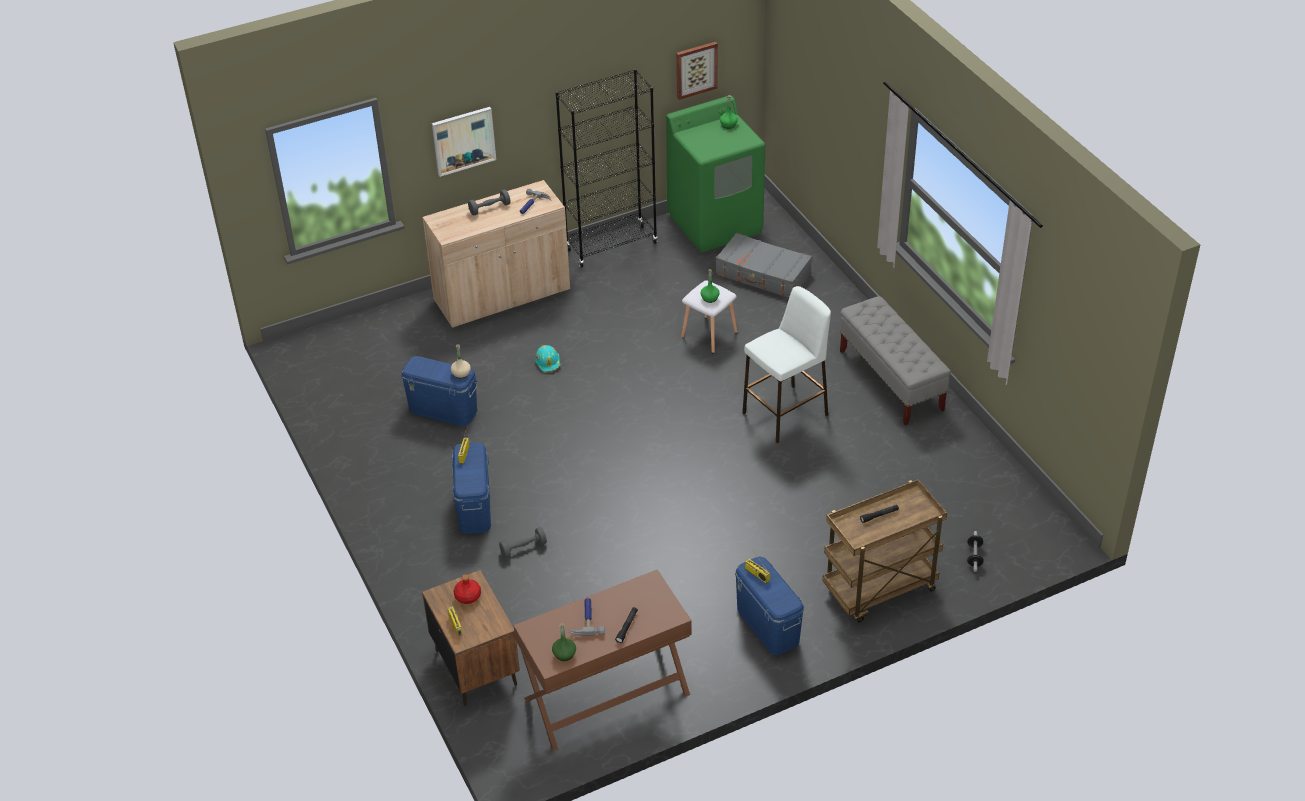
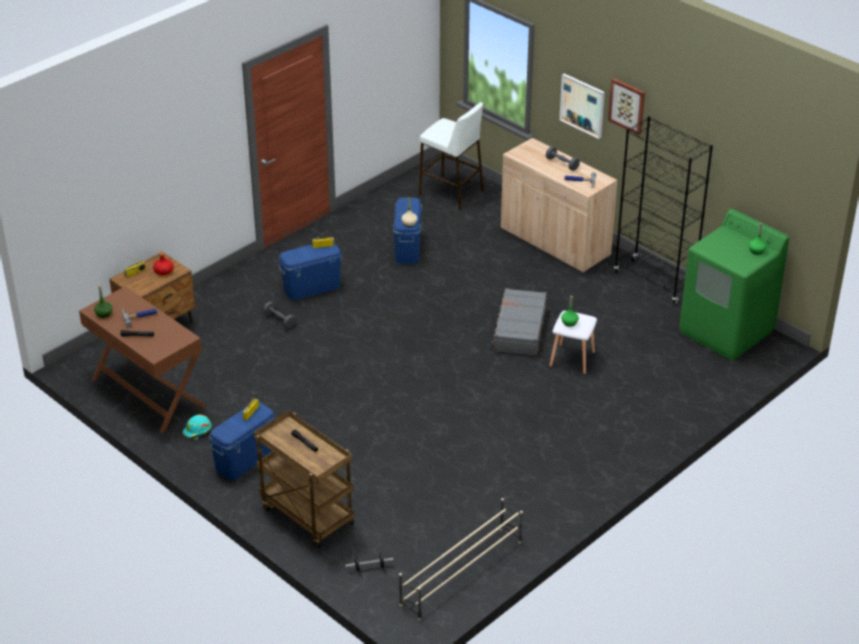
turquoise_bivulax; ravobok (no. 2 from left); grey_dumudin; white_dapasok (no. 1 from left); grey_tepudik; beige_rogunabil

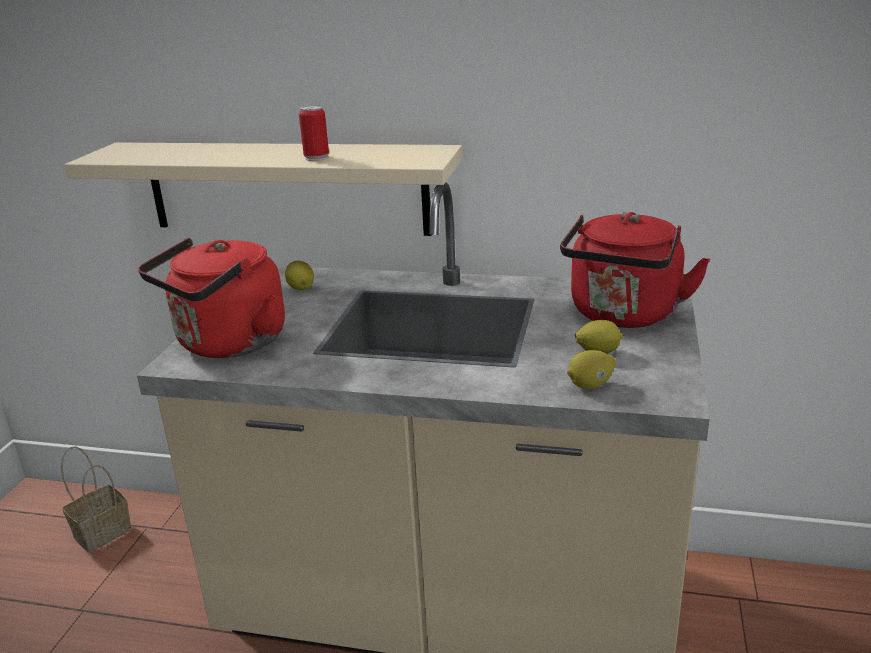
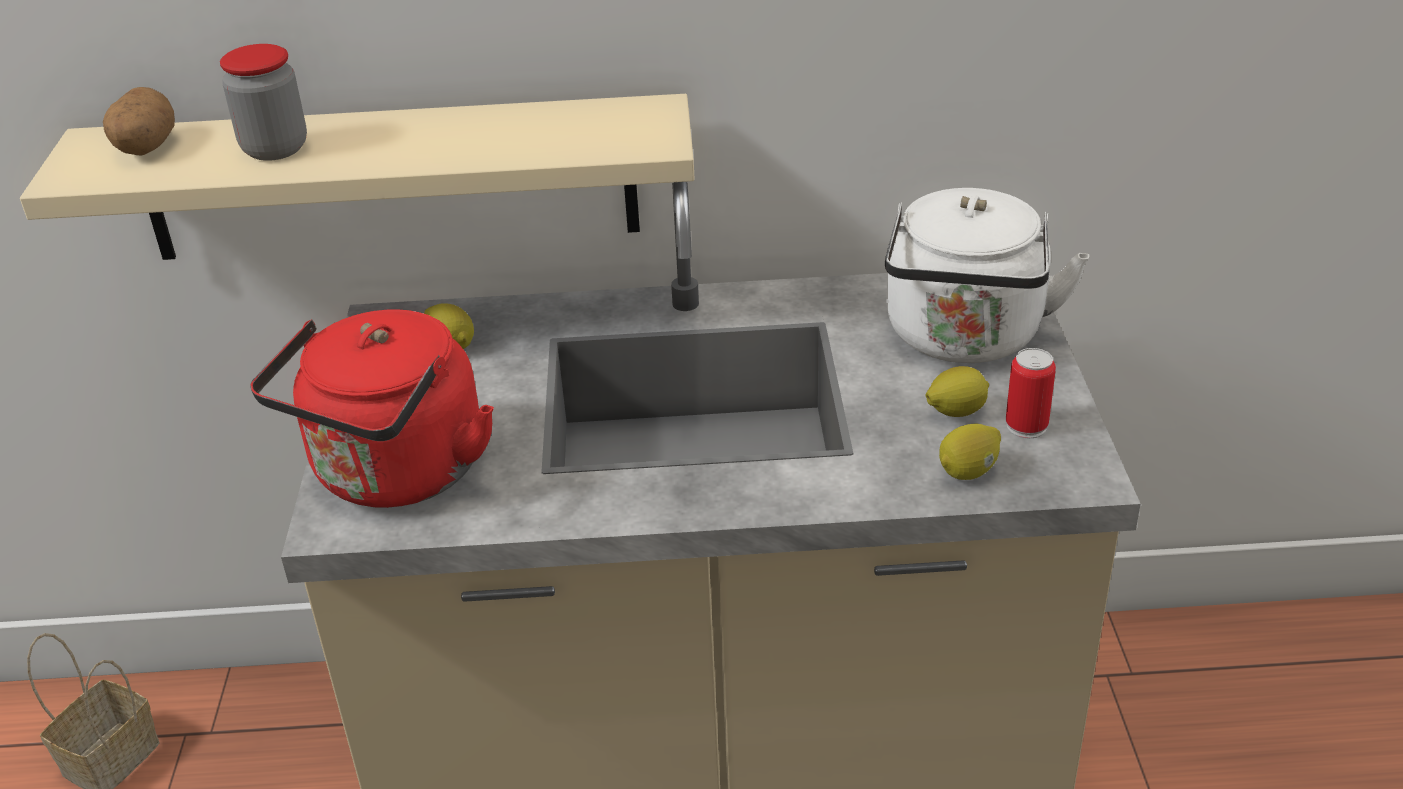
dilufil; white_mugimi; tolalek; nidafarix

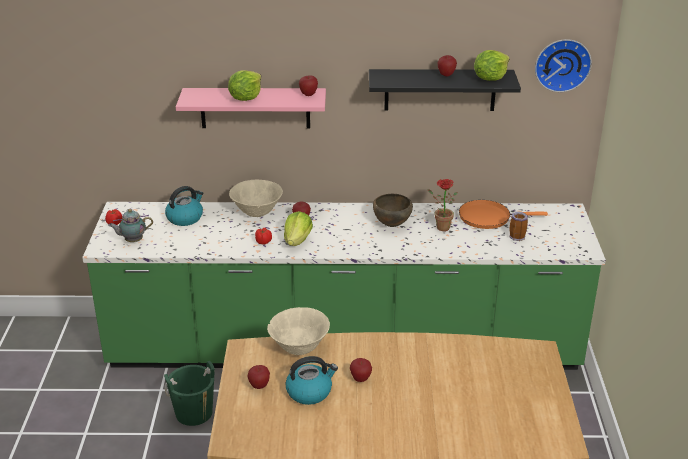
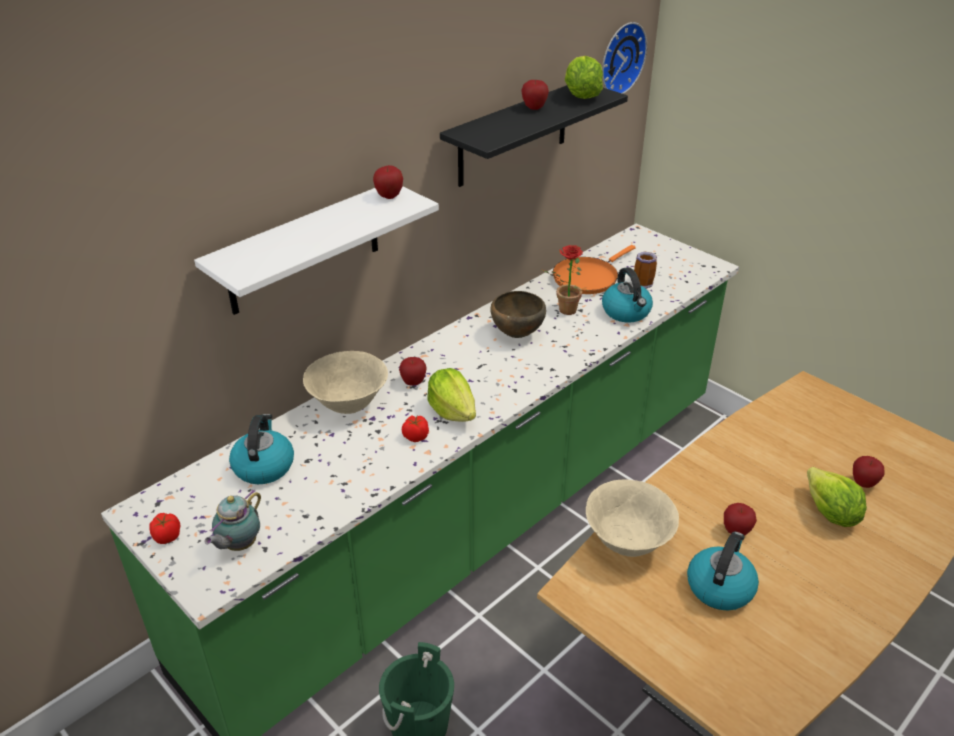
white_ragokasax; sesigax (no. 3 from left); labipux (no. 5 from left); mugimi (no. 2 from left)

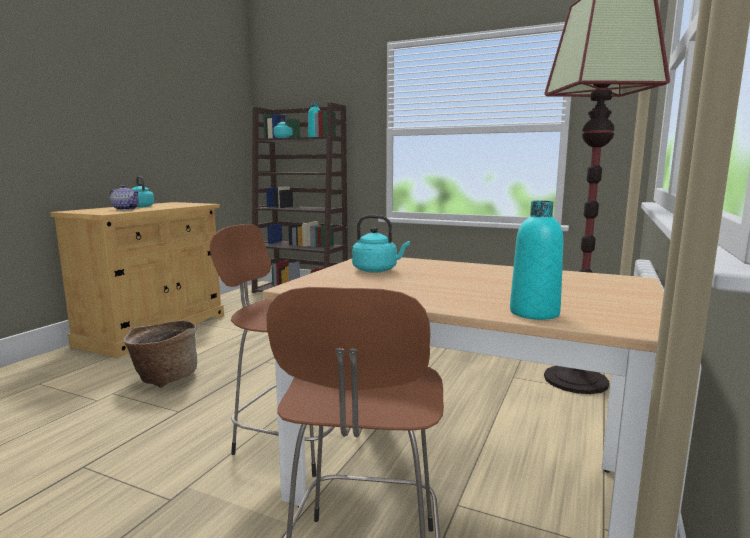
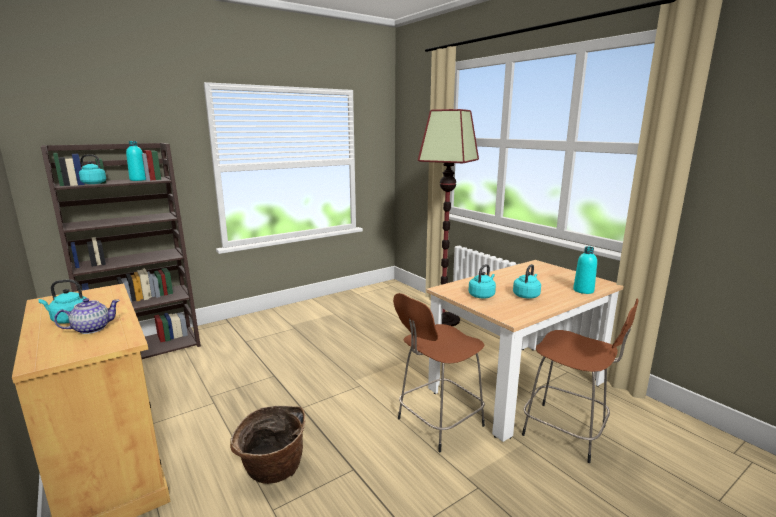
turquoise_mugimi (no. 4 from left)

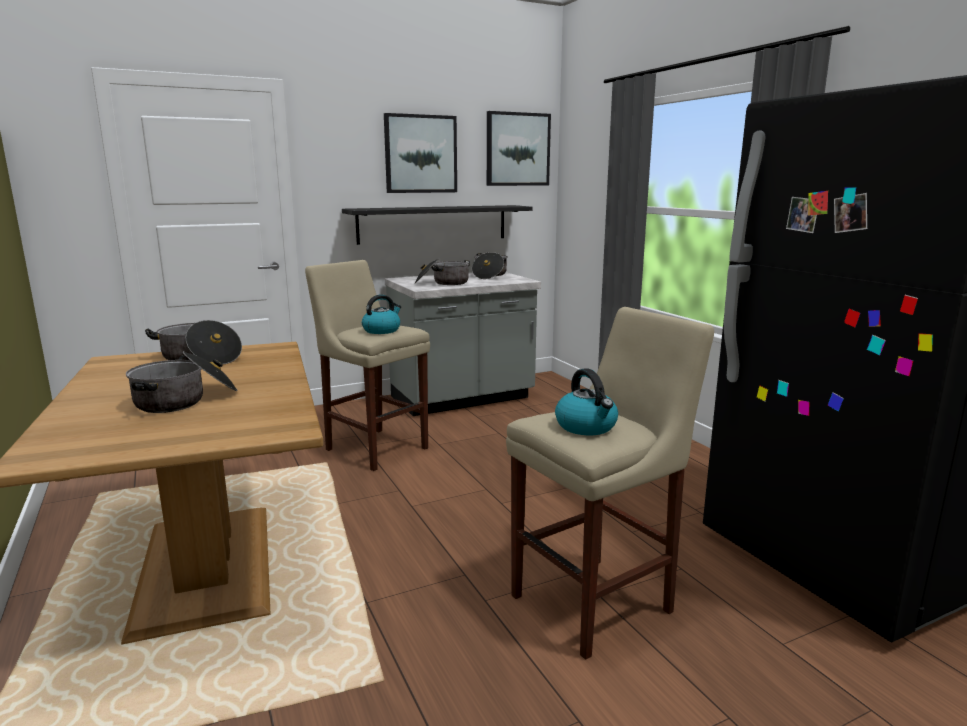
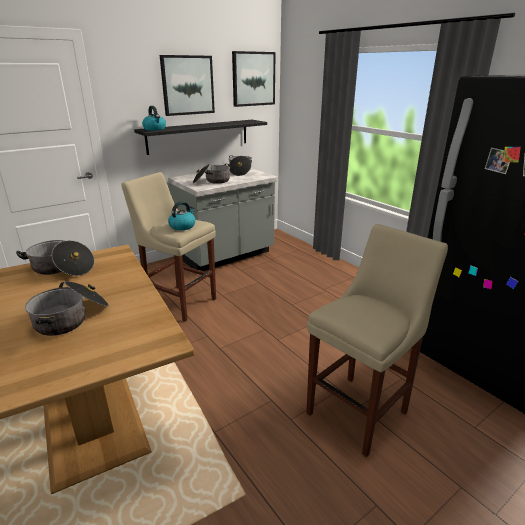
mugimi (no. 1 from left)

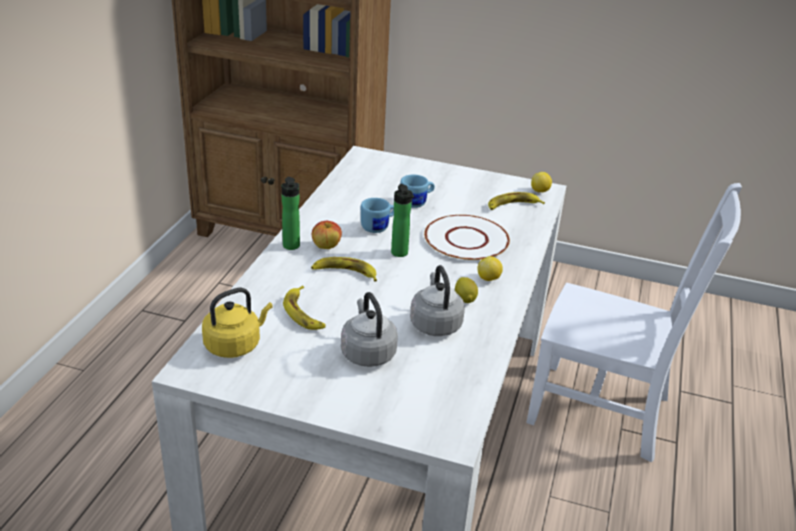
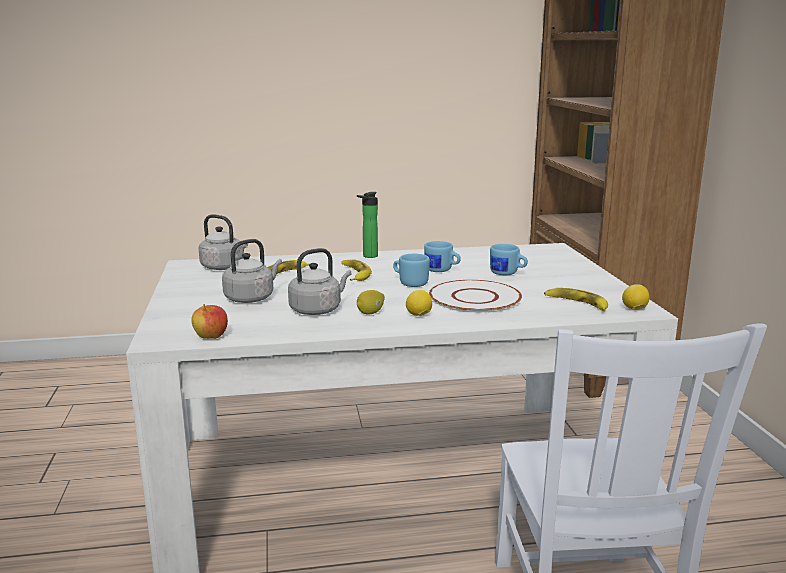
grey_mugimi (no. 1 from left); labipux; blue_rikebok (no. 1 from left)

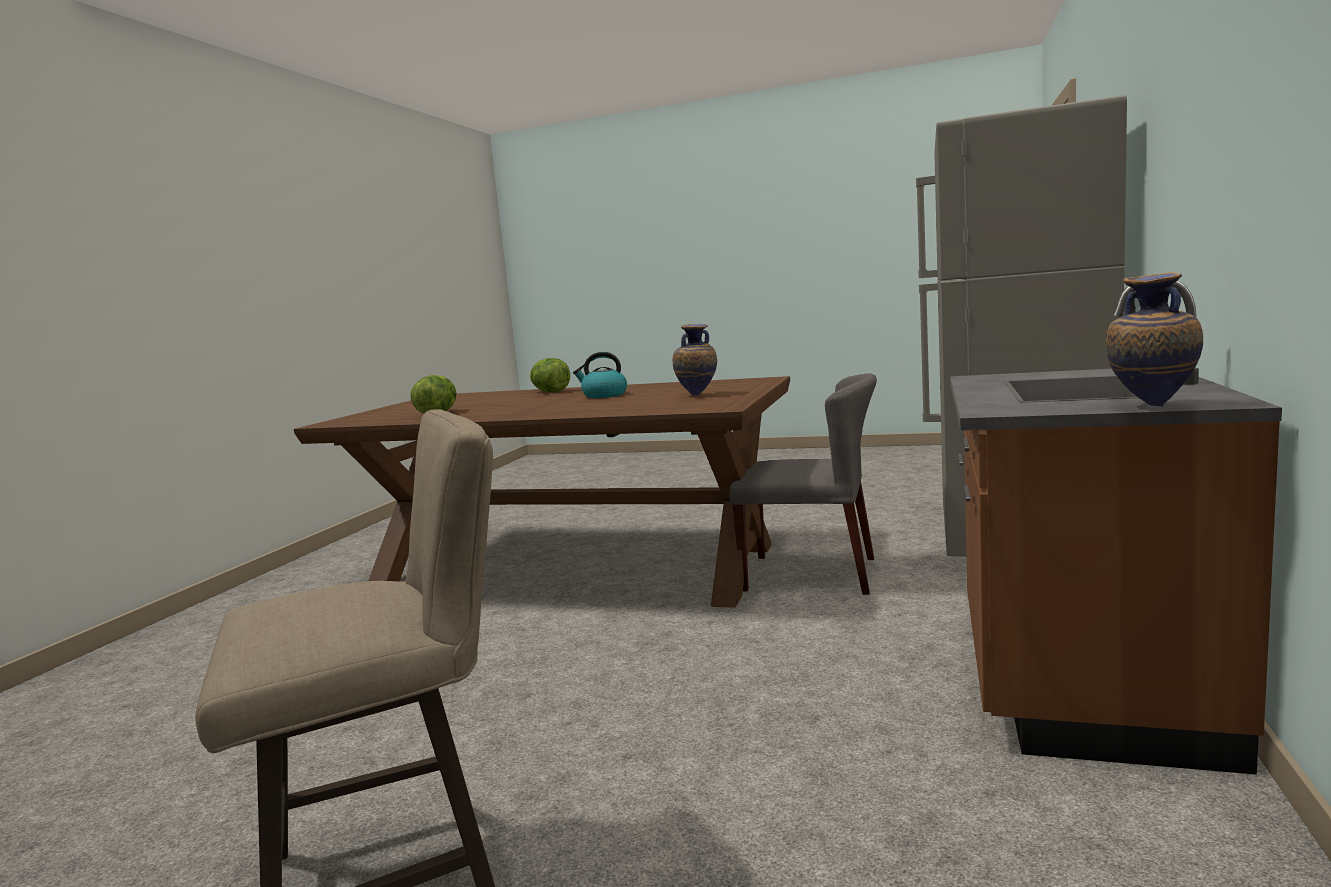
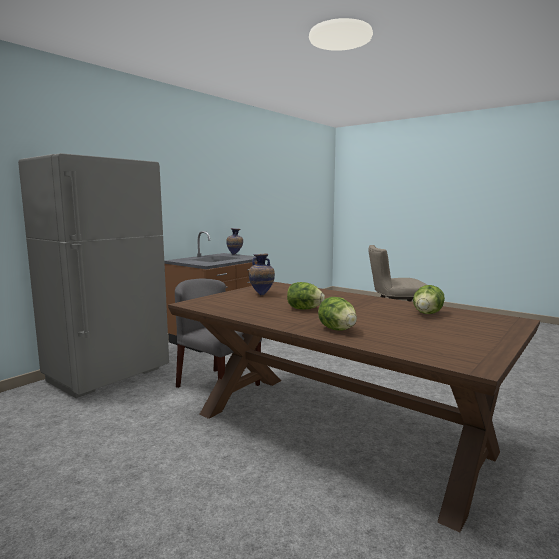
sesigax (no. 1 from left)

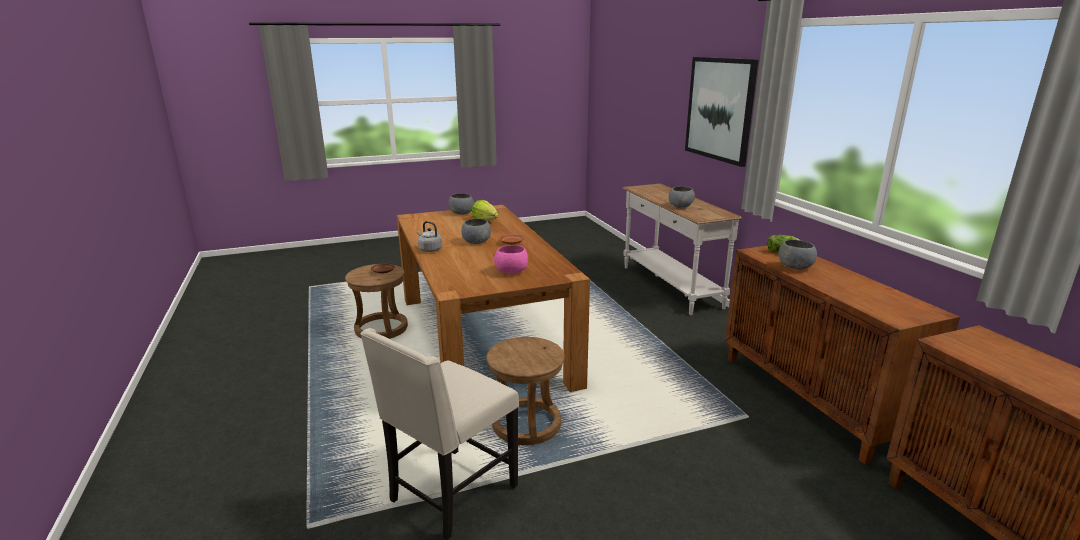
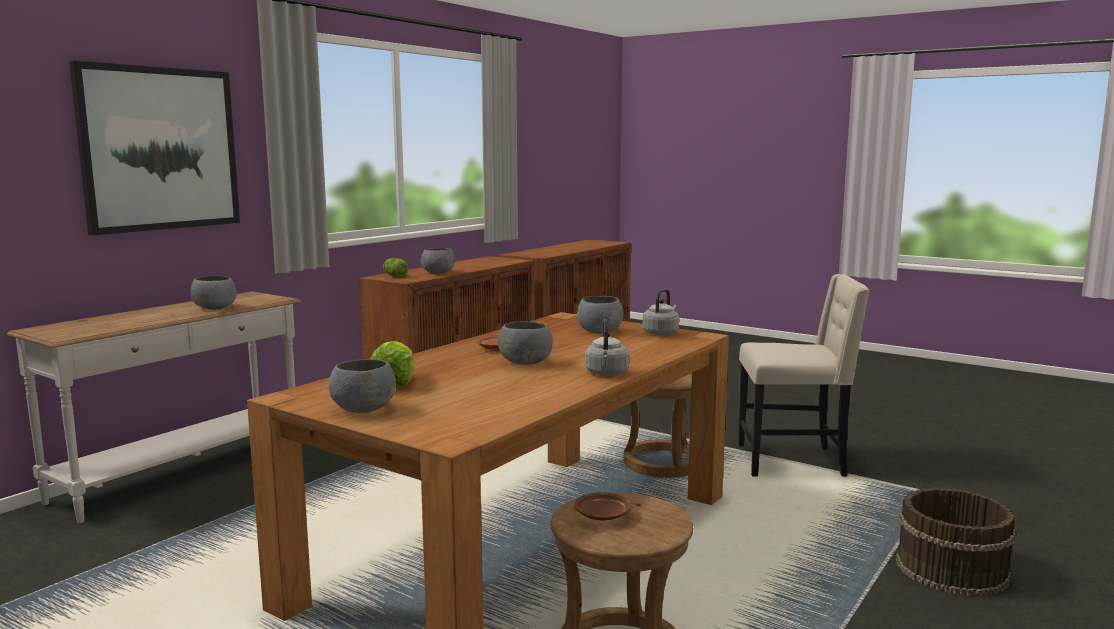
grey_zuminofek (no. 5 from left); grey_mugimi (no. 2 from left); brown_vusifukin

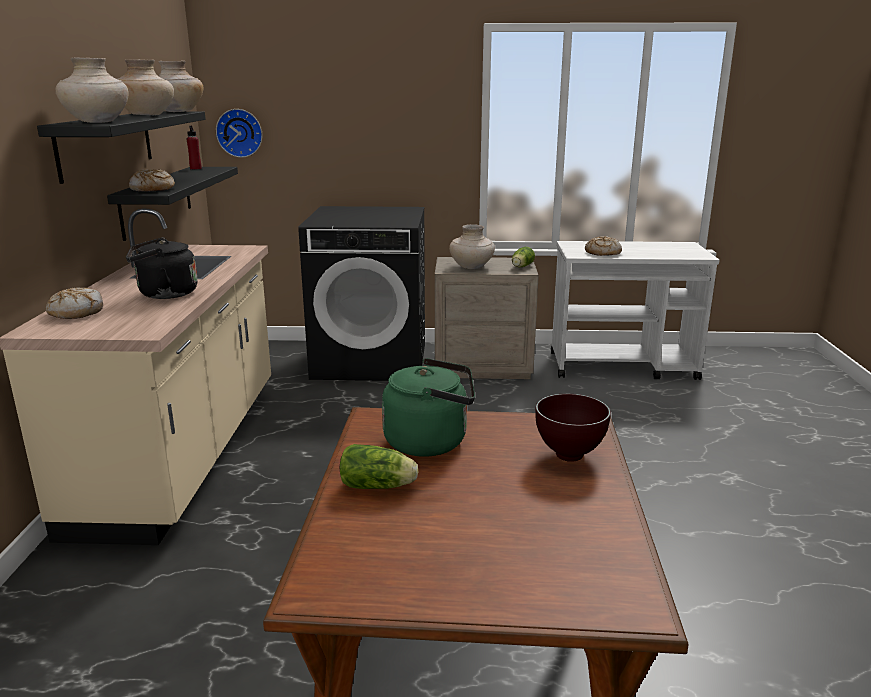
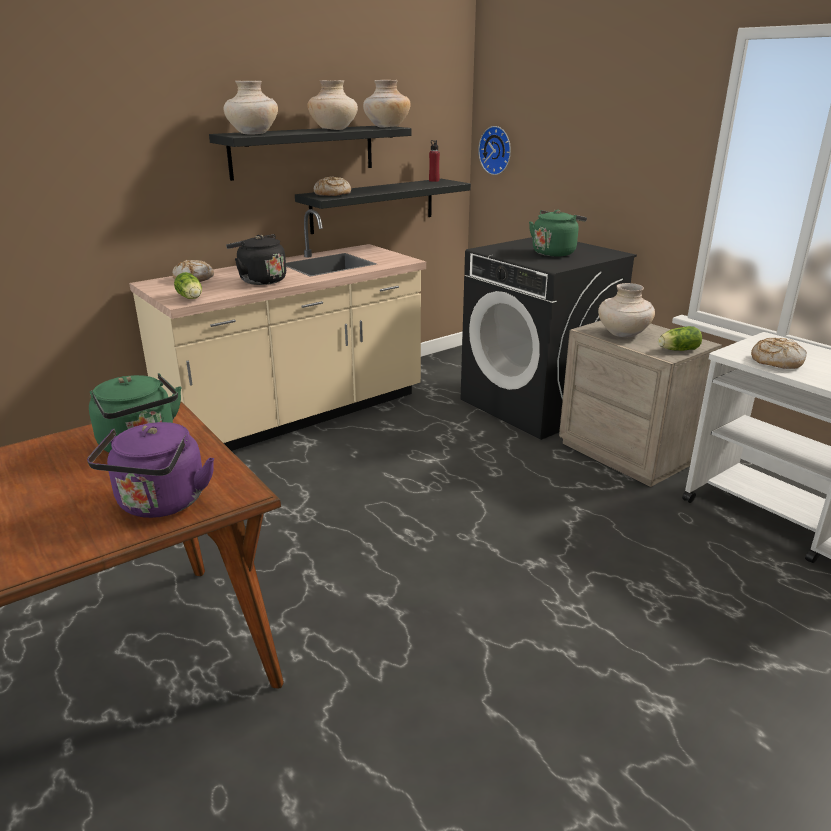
sesigax (no. 1 from left); purple_mugimi; green_mugimi (no. 2 from left)

